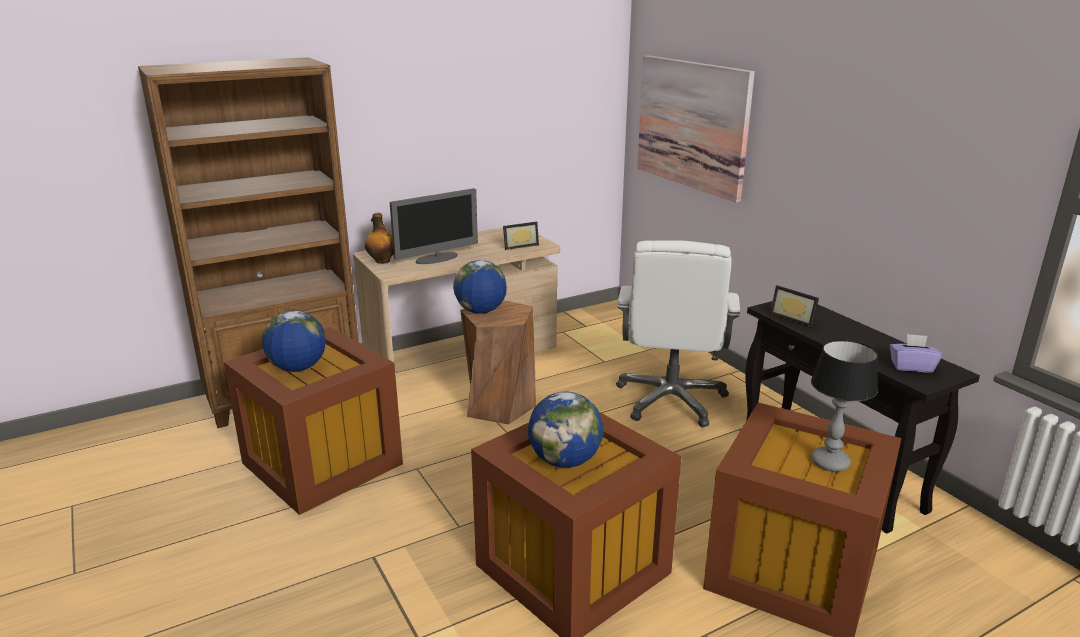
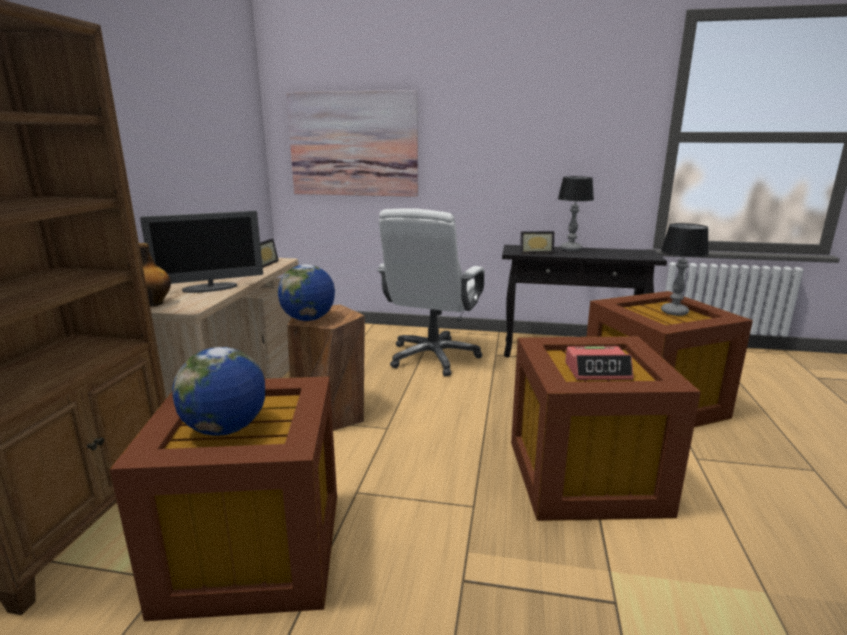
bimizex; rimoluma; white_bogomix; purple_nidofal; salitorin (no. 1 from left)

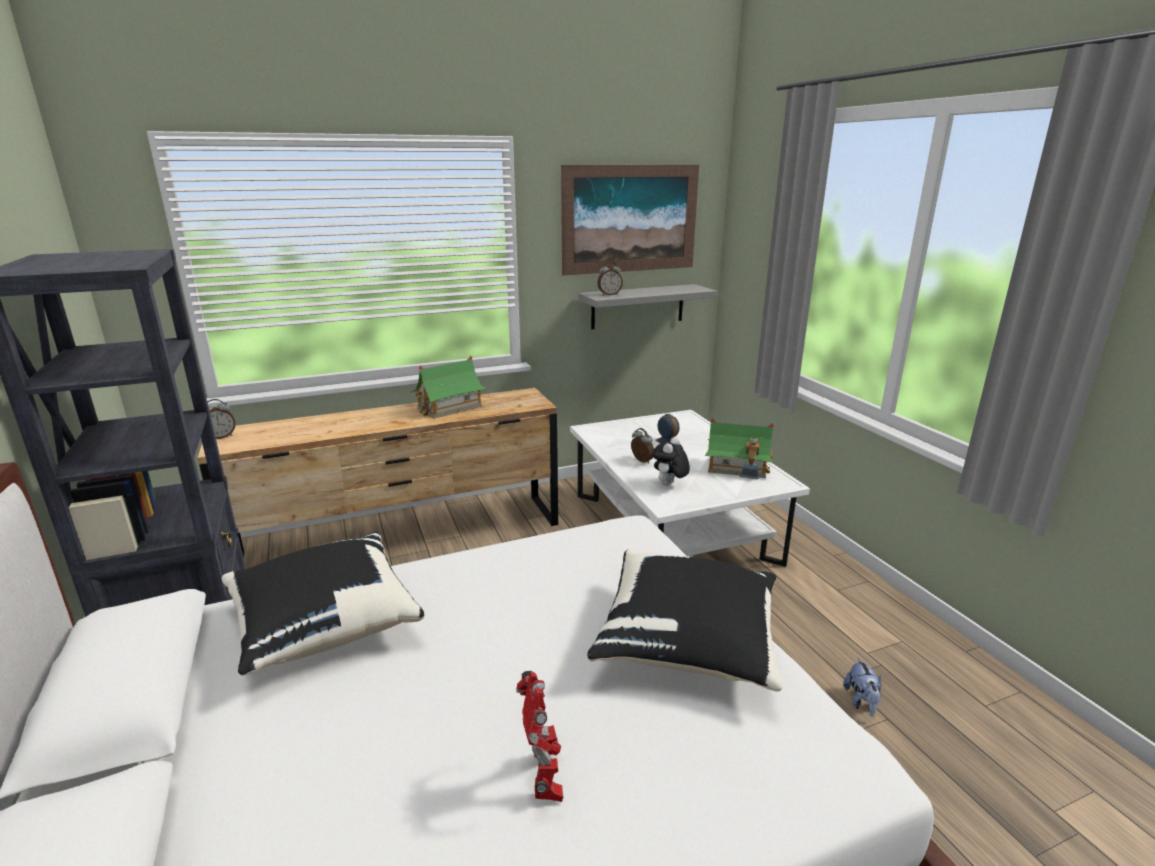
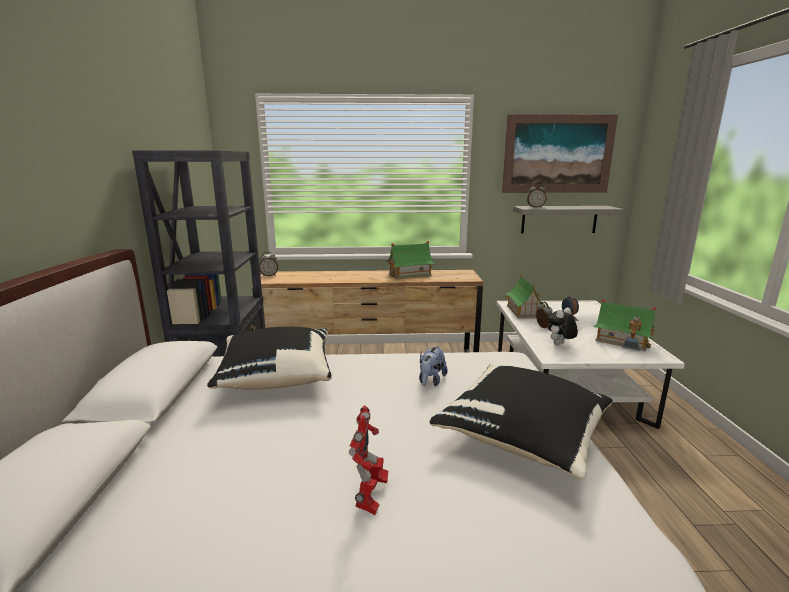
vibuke (no. 1 from left); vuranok (no. 2 from left)

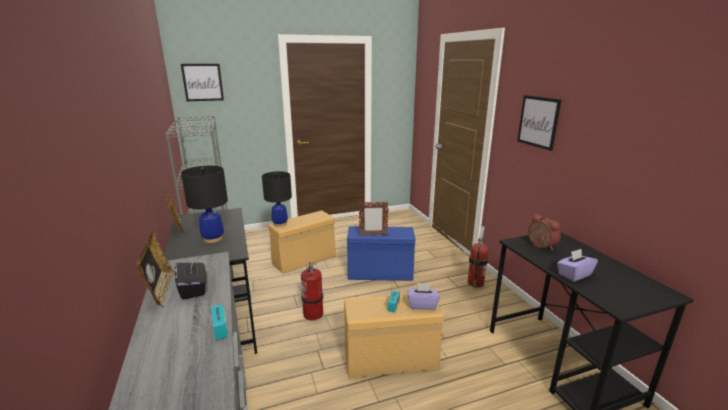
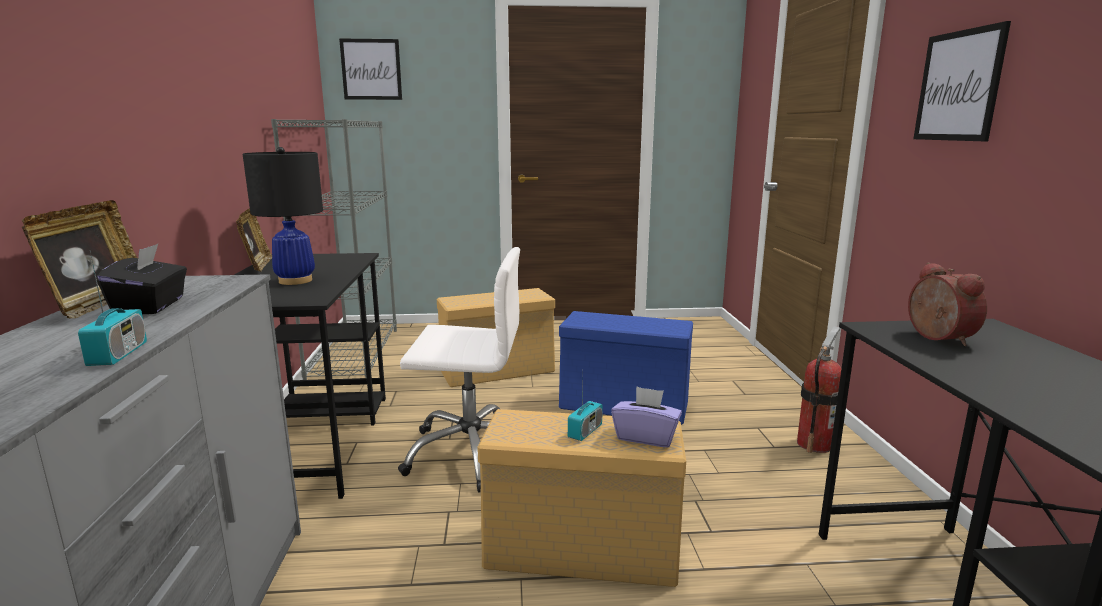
black_salitorin (no. 2 from left in the first image); white_bogomix; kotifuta (no. 3 from left in the first image); purple_nidofal (no. 2 from left in the first image)

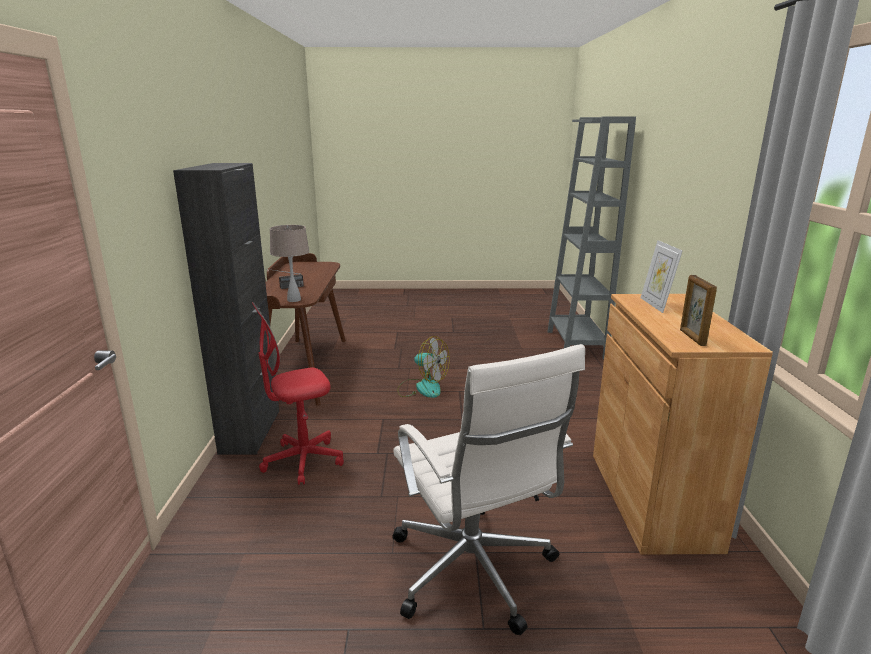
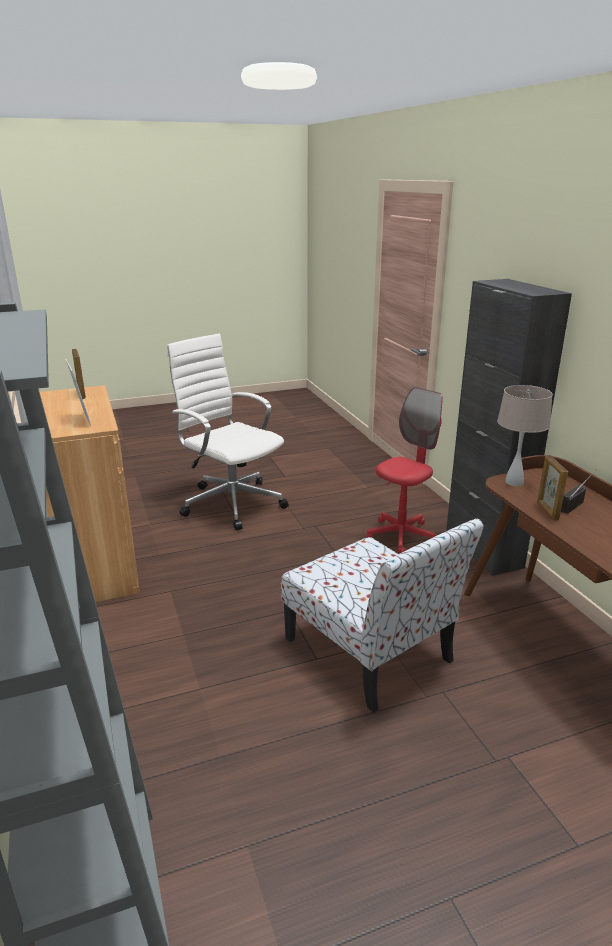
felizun; kotifuta (no. 3 from left)

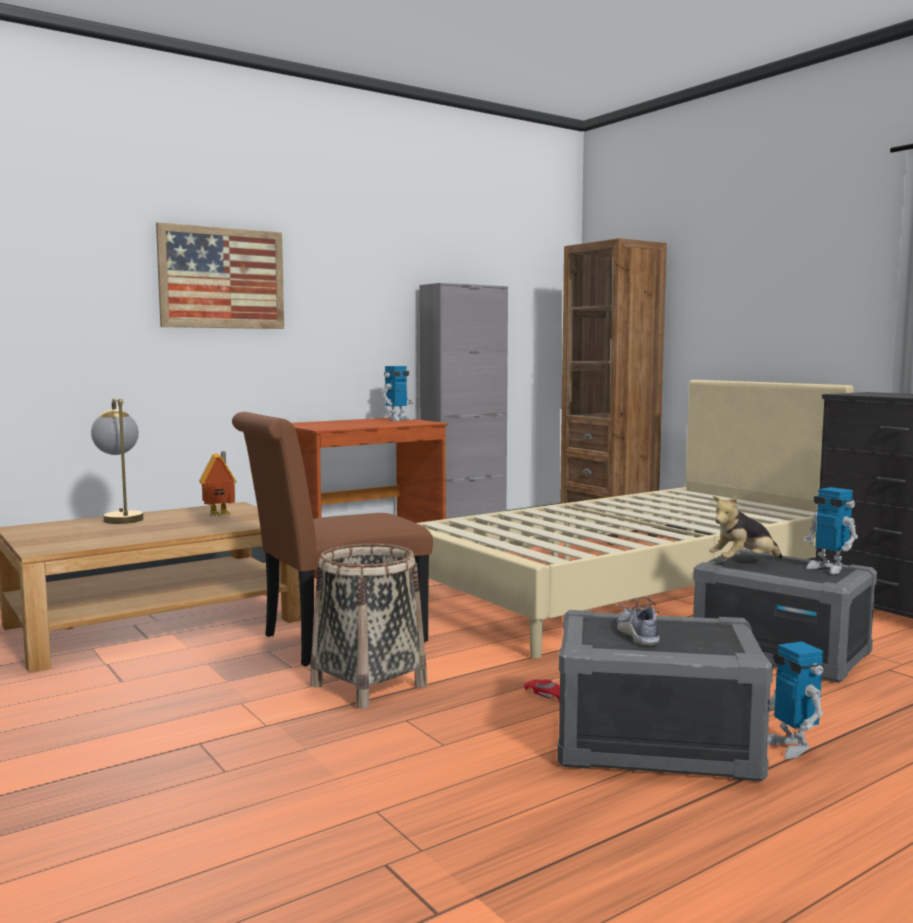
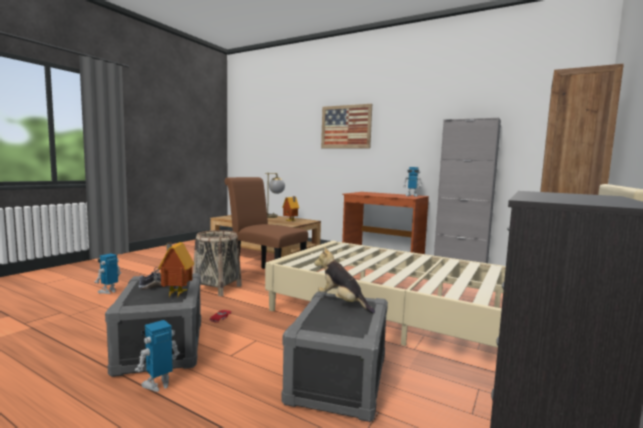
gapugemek (no. 1 from left); vuranok (no. 1 from left)

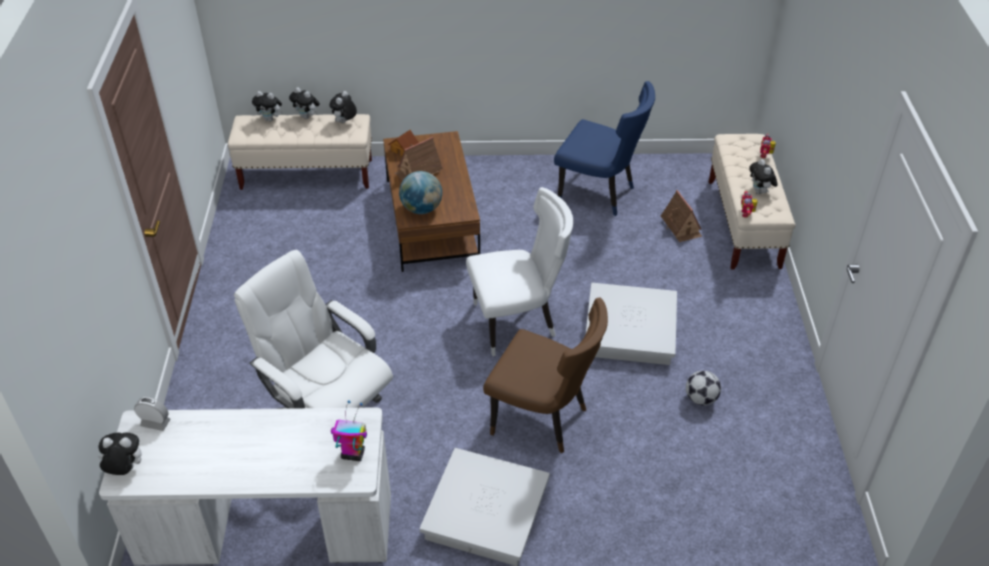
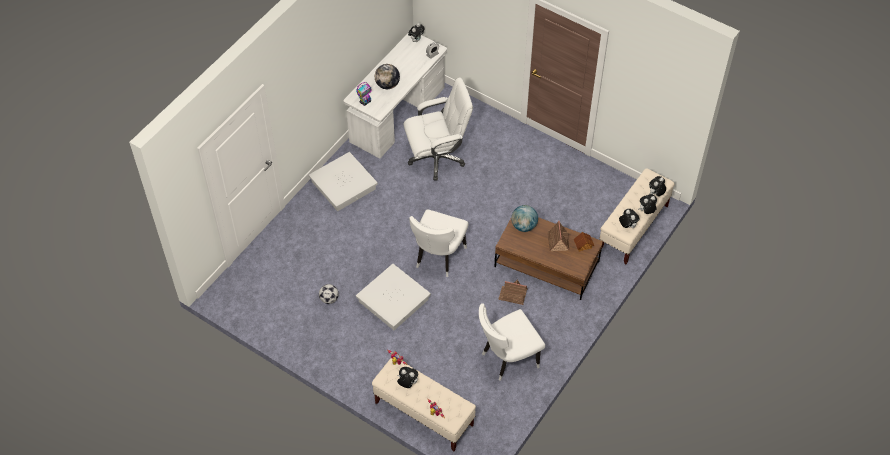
brown_felizun; white_felizun (no. 2 from left); vuranok (no. 1 from left); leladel (no. 1 from left)

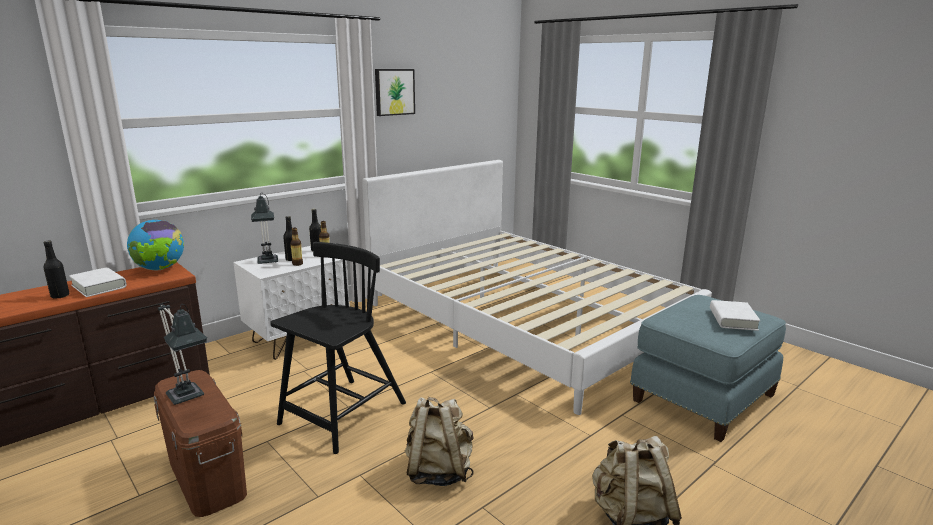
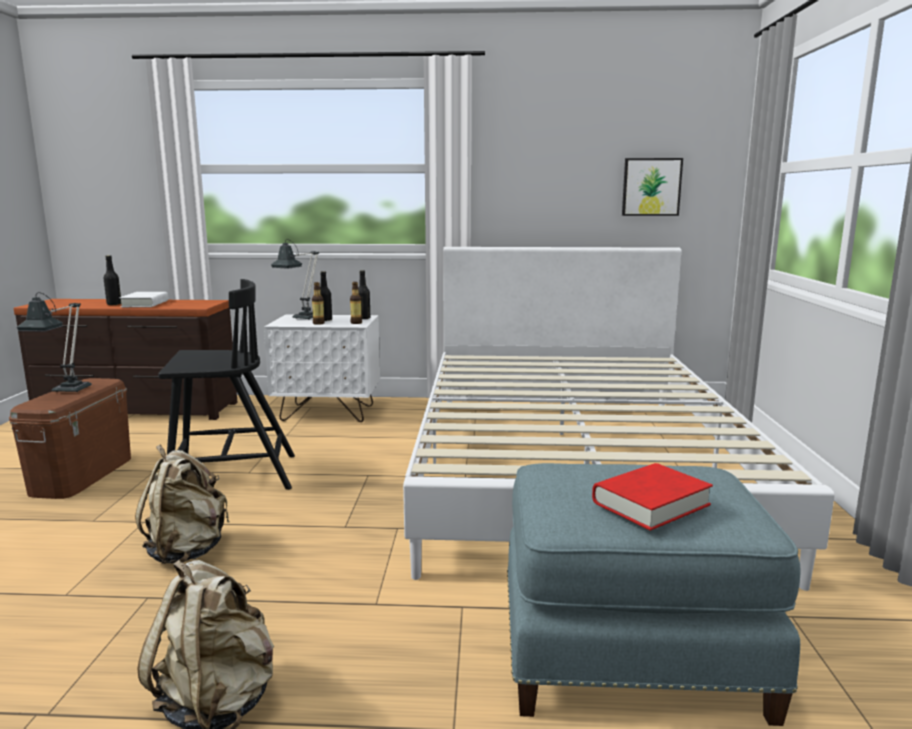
leladel; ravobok; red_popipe

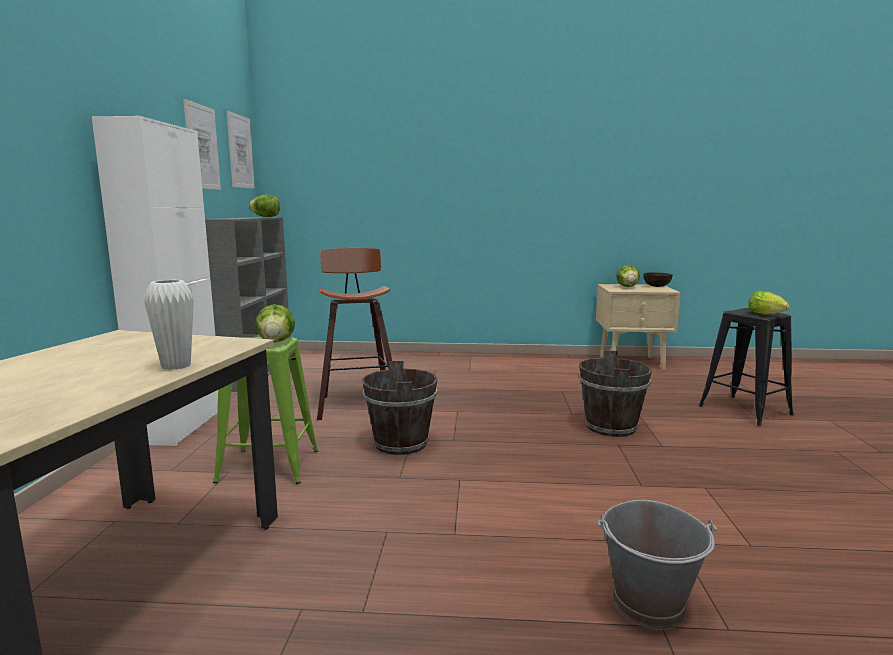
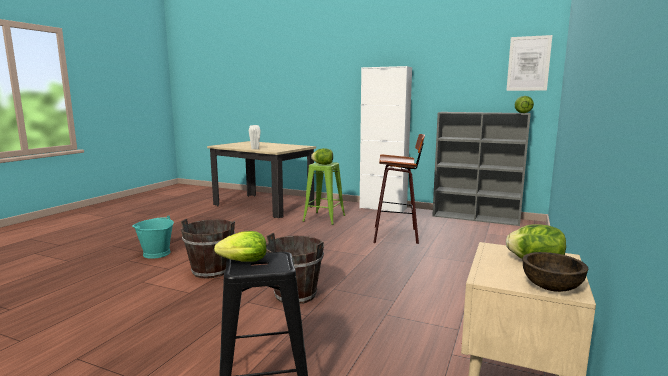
ravobok (no. 1 from left in the first image); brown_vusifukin (no. 1 from left); turquoise_vusifukin

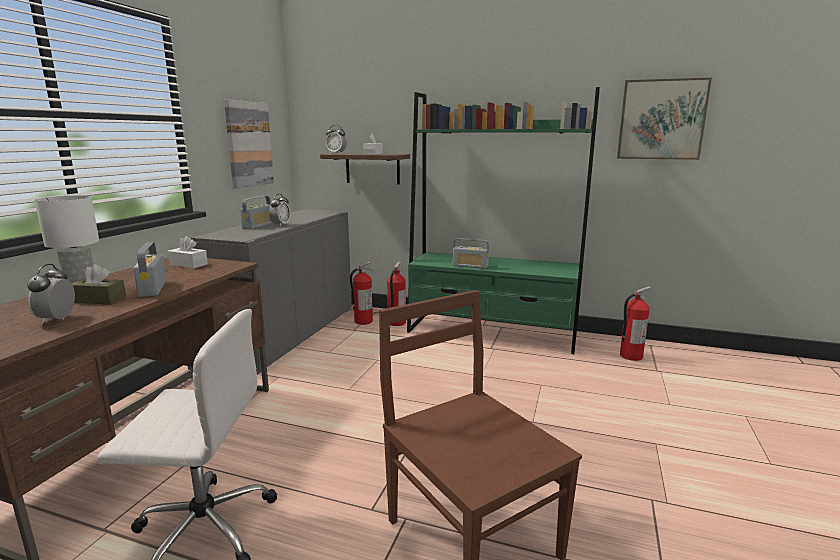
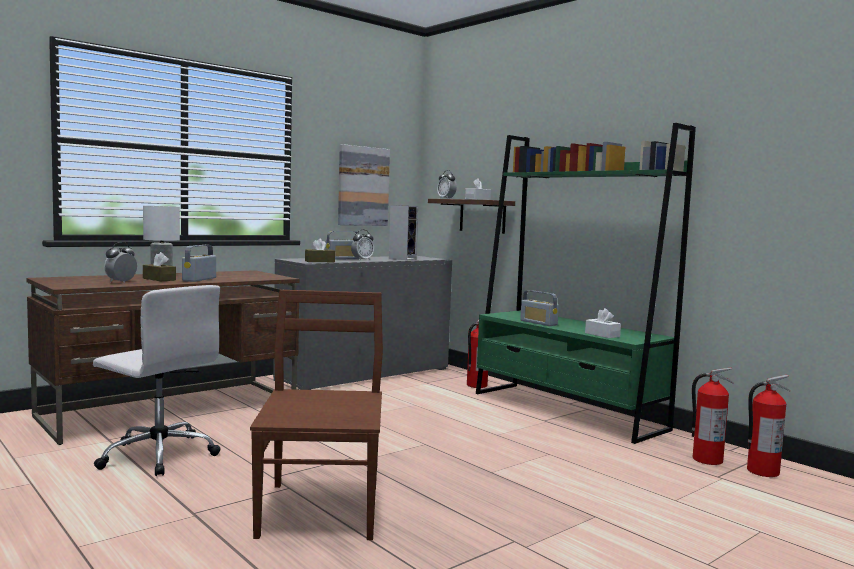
white_nidofal (no. 2 from left); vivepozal (no. 3 from left); ravobok (no. 2 from left in the first image); brown_nidofal (no. 2 from left); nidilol

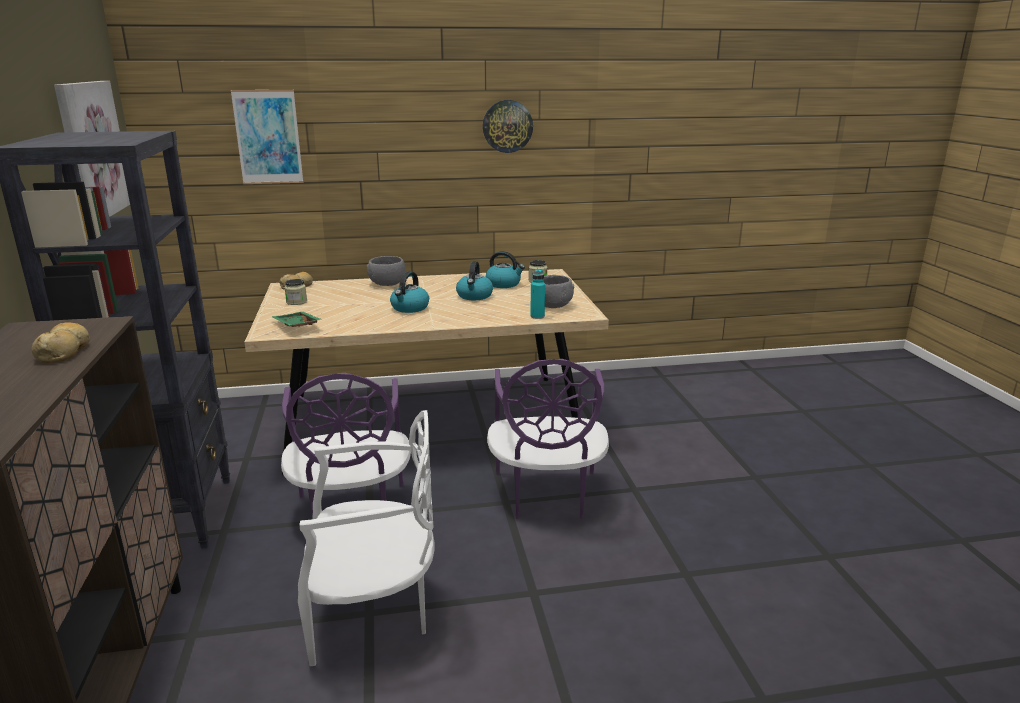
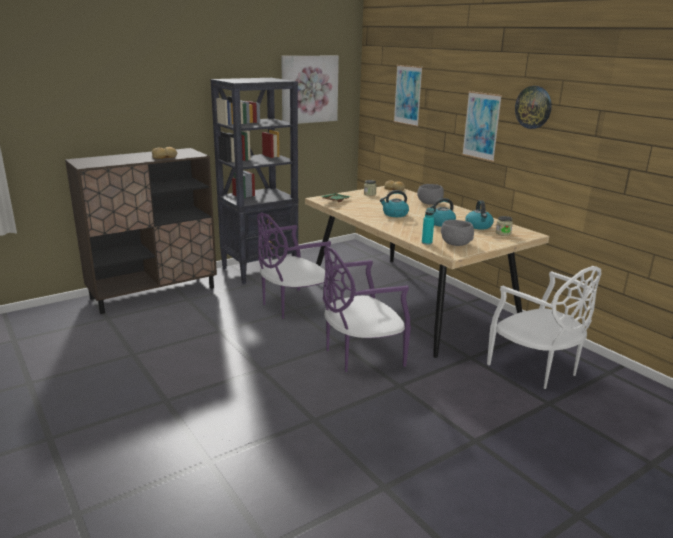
white_felizun; ravobok (no. 3 from left)

